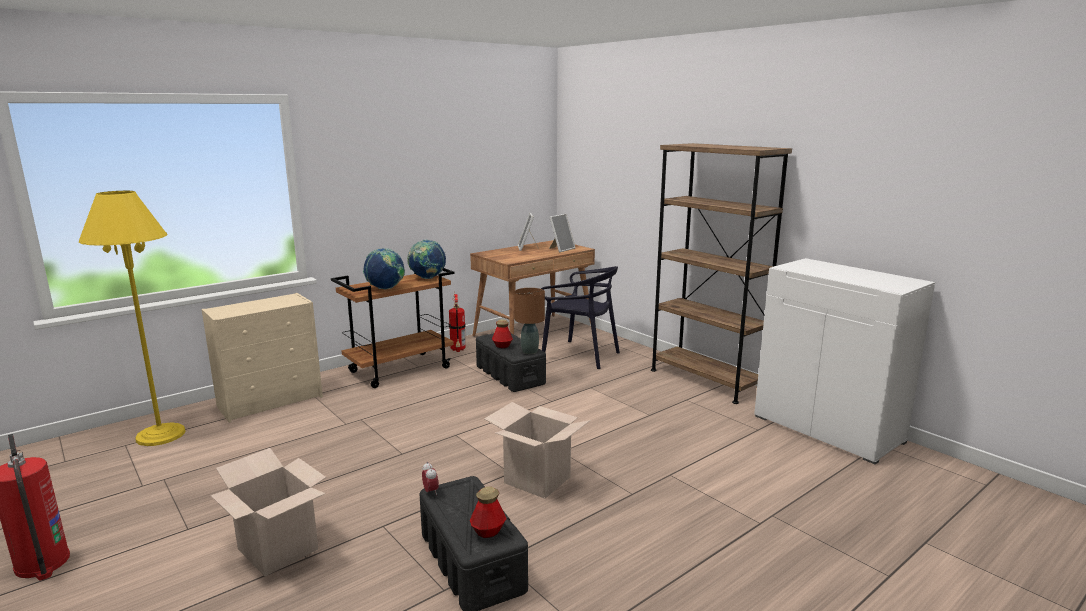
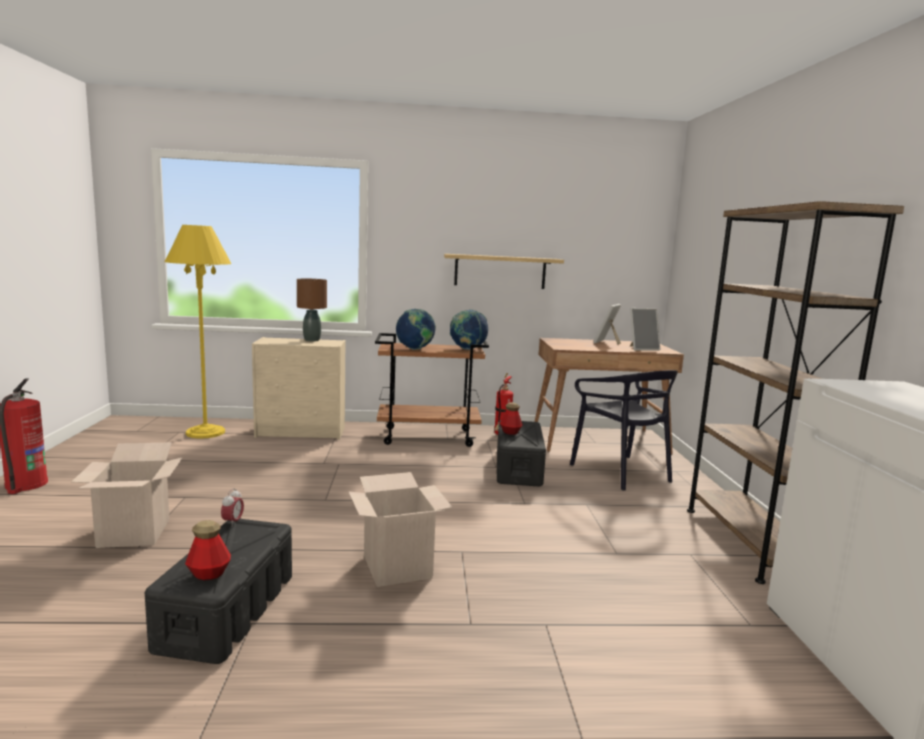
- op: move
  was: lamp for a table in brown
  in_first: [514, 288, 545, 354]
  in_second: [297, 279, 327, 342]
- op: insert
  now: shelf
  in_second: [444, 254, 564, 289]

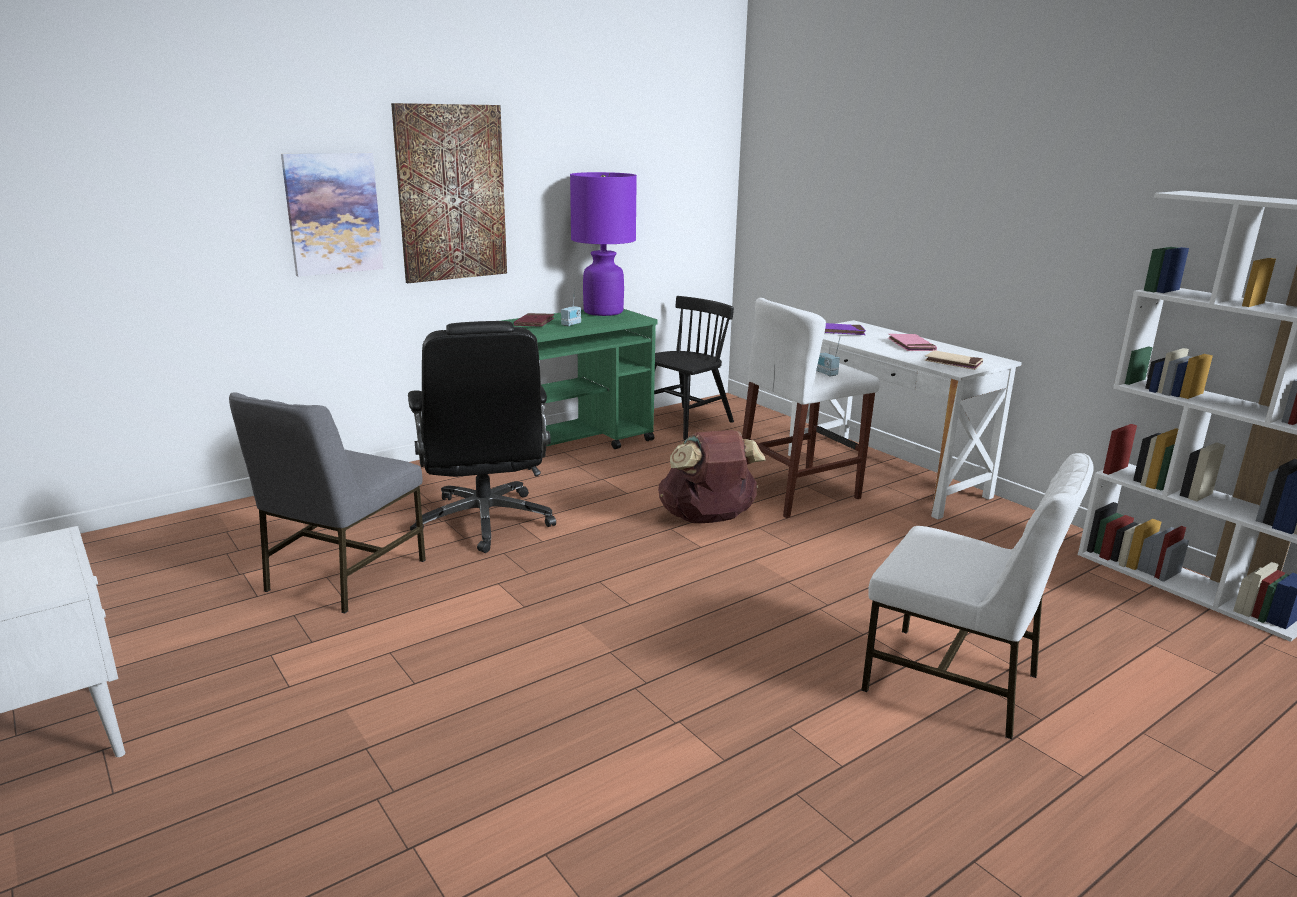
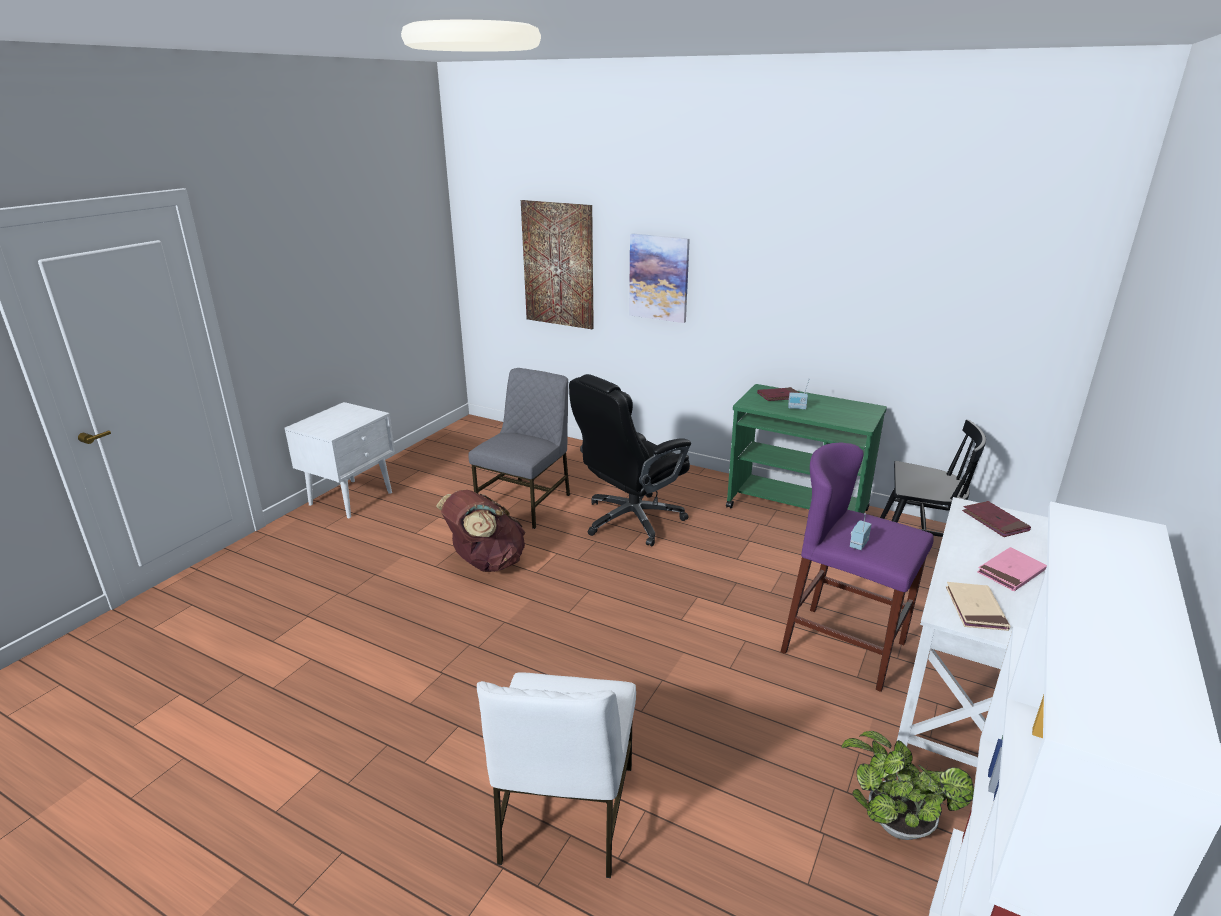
- op: rotate
  was: chair in grey
  in_first: [229, 393, 426, 613]
  in_second: [469, 368, 570, 529]
  clockwise: 120
- op: move
  was: picture
  in_first: [391, 103, 507, 283]
  in_second: [521, 200, 594, 329]
- op: delete
  was: lamp for a table in purple
  in_first: [570, 172, 637, 316]
- op: move
  was: backpack in brown
  in_first: [658, 430, 766, 523]
  in_second: [436, 490, 526, 572]
- op: recolor
  was: stool seat in white
  now: stool seat in purple
  in_first: [742, 298, 880, 518]
  in_second: [781, 442, 934, 692]
- op: recolor
  was: book in purple
  now: book in red
  in_first: [824, 323, 866, 335]
  in_second: [962, 501, 1031, 537]
- op: insert
  now: plant in a pot
  in_second: [841, 731, 974, 840]

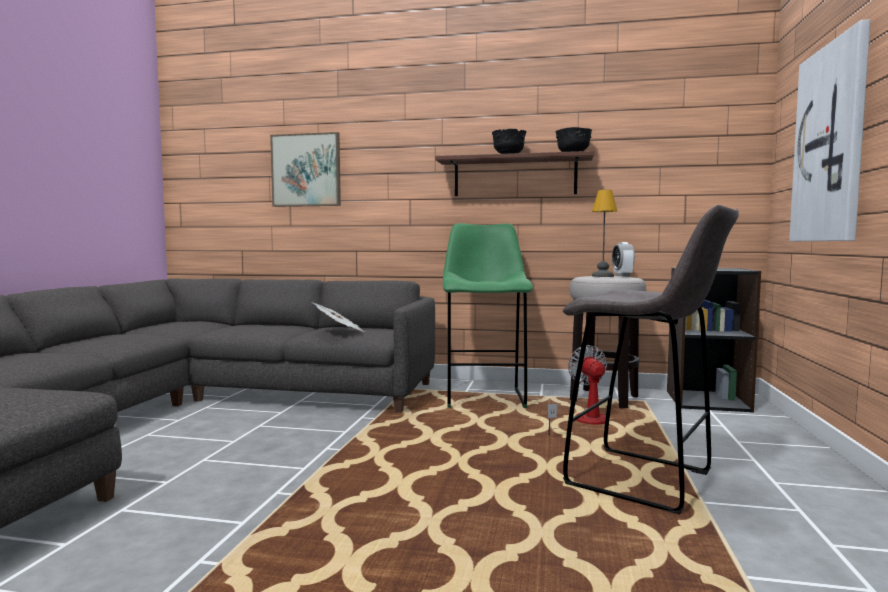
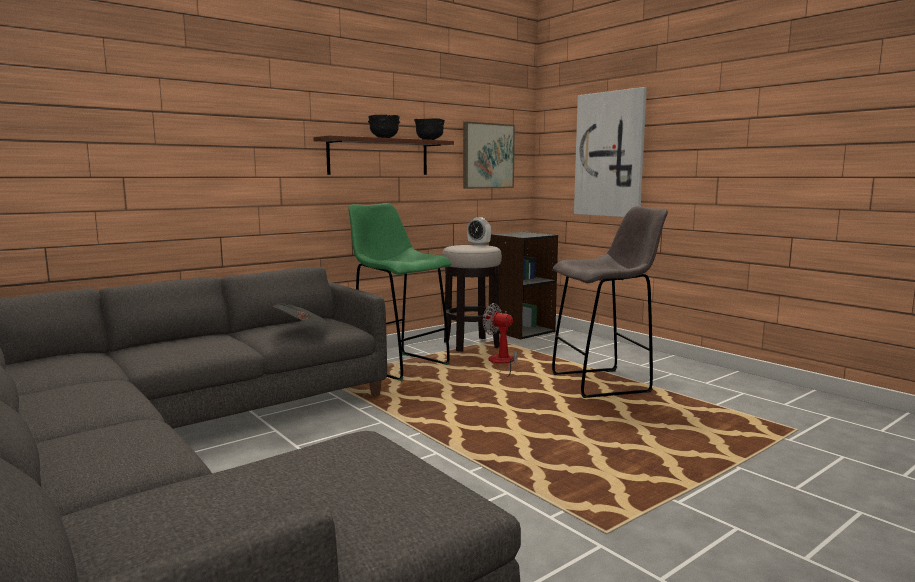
- op: move
  was: picture
  in_first: [270, 132, 341, 207]
  in_second: [463, 122, 515, 189]
- op: delete
  was: lamp for a table
  in_first: [592, 190, 617, 277]

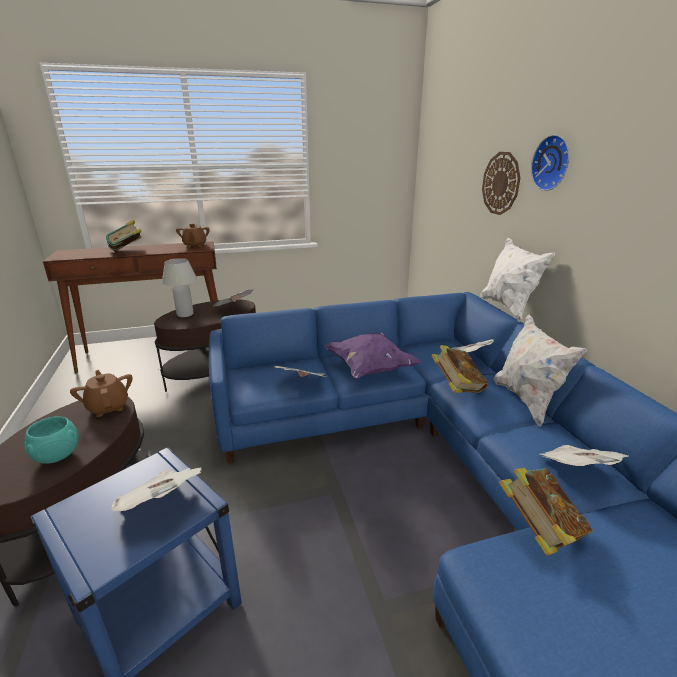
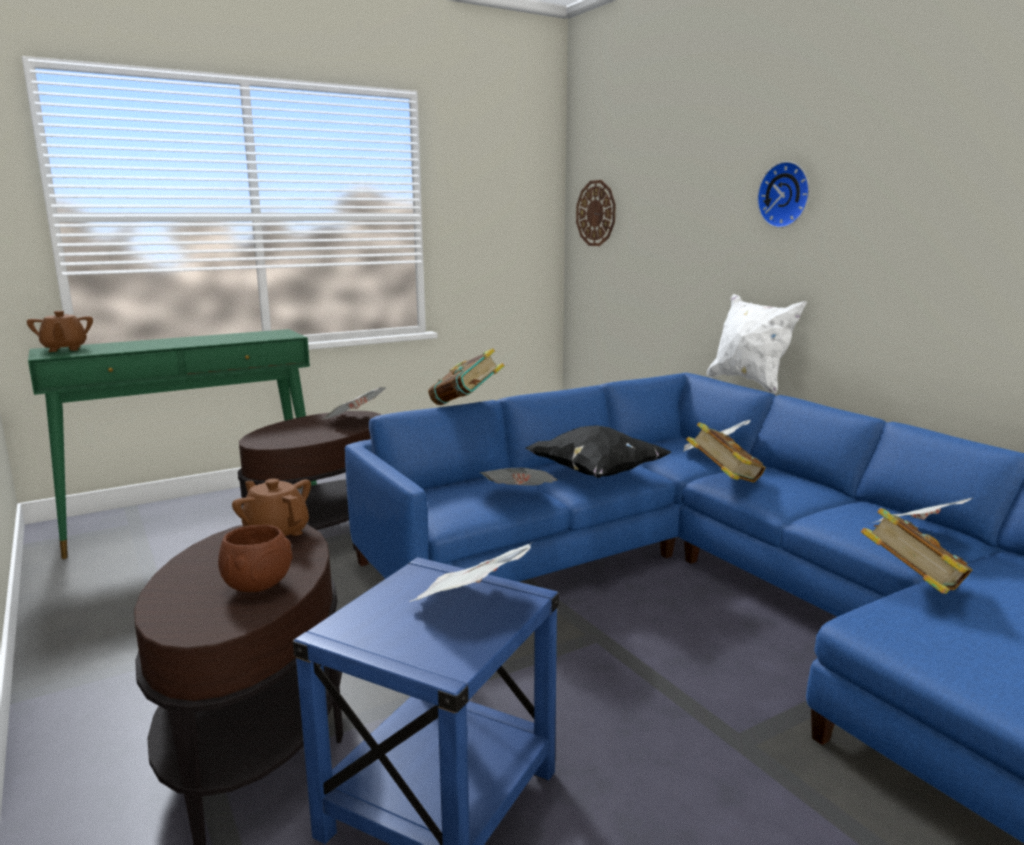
- op: recolor
  was: deep dish in turquoise-coloured
  now: deep dish in brown
  in_first: [24, 416, 79, 464]
  in_second: [218, 525, 292, 592]
- op: recolor
  was: narrow table in brown
  now: narrow table in green-coloured
  in_first: [43, 241, 218, 373]
  in_second: [28, 329, 317, 559]
- op: move
  was: book
  in_first: [106, 220, 141, 251]
  in_second: [428, 348, 504, 405]
- op: delete
  was: lamp for a table in white
  in_first: [162, 258, 197, 317]
- op: move
  was: teapot in brown
  in_first: [176, 224, 210, 248]
  in_second: [27, 311, 93, 352]
- op: recolor
  was: cushion in purple
  now: cushion in black
  in_first: [324, 332, 421, 379]
  in_second: [525, 425, 672, 478]
- op: move
  was: wall clock
  in_first: [482, 152, 520, 215]
  in_second: [576, 180, 616, 246]
- op: delete
  was: cushion in white
  in_first: [494, 315, 587, 427]

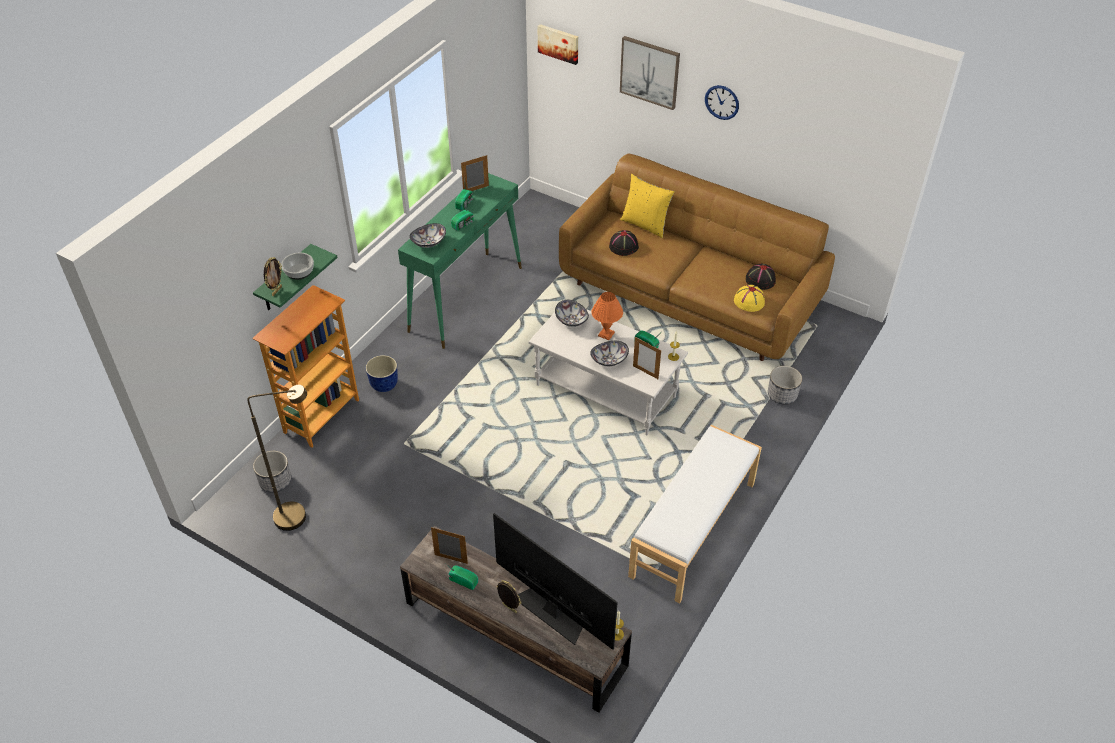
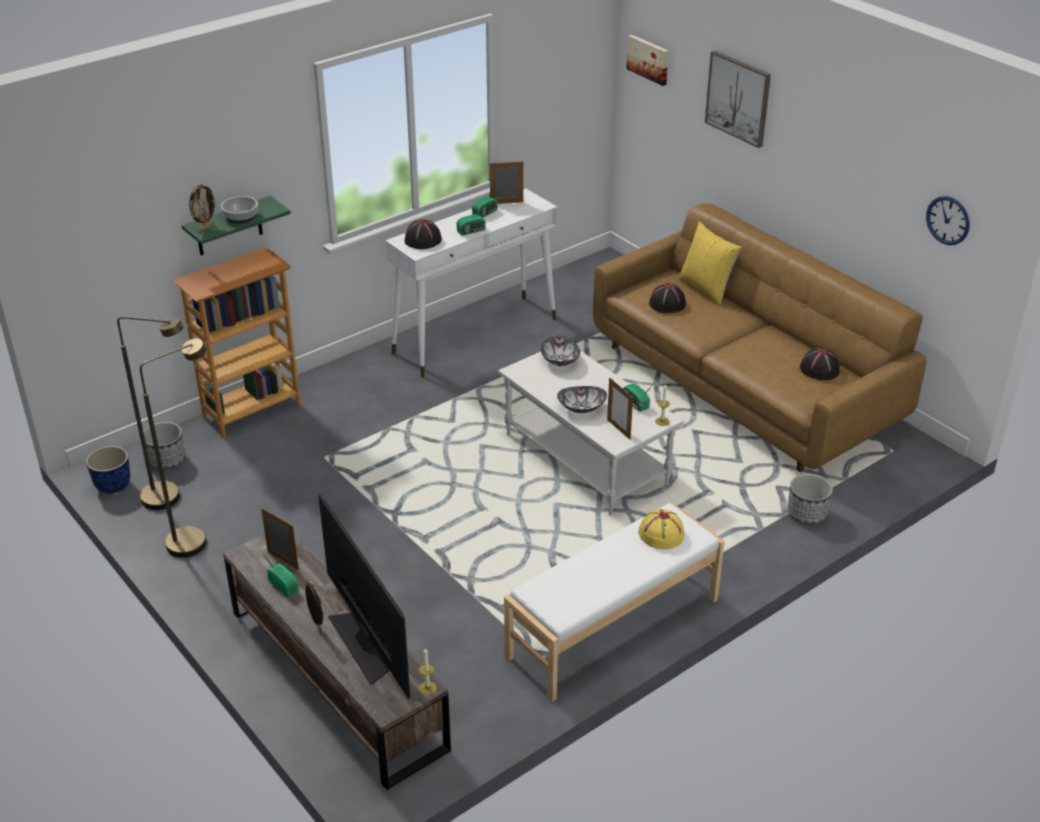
- op: move
  was: plant pot
  in_first: [366, 355, 398, 392]
  in_second: [86, 446, 130, 494]
- op: recolor
  was: narrow table in green-coloured
  now: narrow table in white
  in_first: [398, 173, 522, 349]
  in_second: [385, 189, 557, 377]
- op: replace
  was: deep dish
  now: hat in black
  in_first: [409, 223, 446, 248]
  in_second: [404, 219, 442, 249]
- op: delete
  was: lamp for a table in orange
  in_first: [591, 292, 623, 340]
- op: move
  was: wall clock
  in_first: [705, 85, 739, 120]
  in_second: [926, 196, 970, 245]
- op: move
  was: hat in yellowish
  in_first: [734, 285, 765, 312]
  in_second: [638, 509, 684, 549]
- op: insert
  now: standing lamp in brown
  in_second: [140, 338, 207, 558]

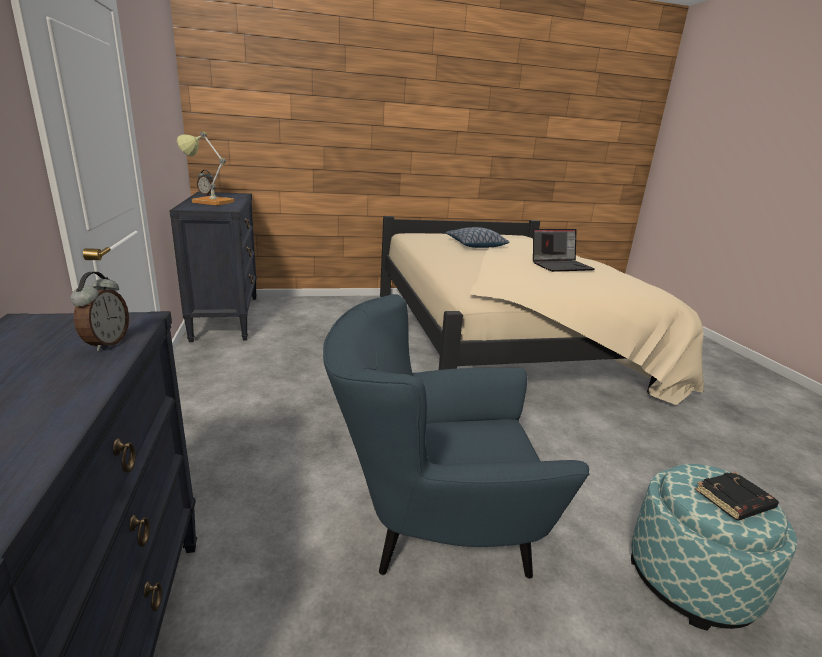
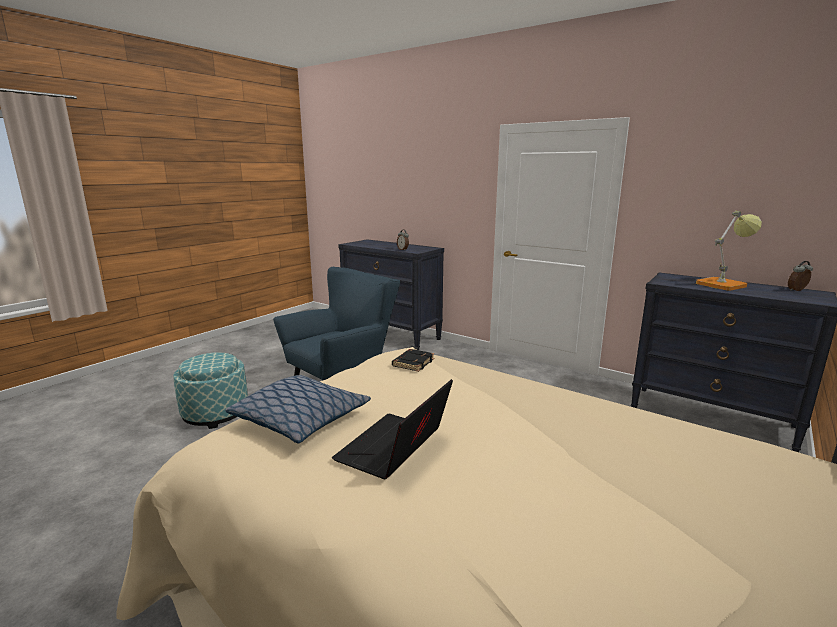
- op: move
  was: cushion
  in_first: [446, 227, 510, 248]
  in_second: [225, 375, 371, 443]
- op: move
  was: book in black
  in_first: [695, 472, 779, 521]
  in_second: [392, 349, 434, 372]

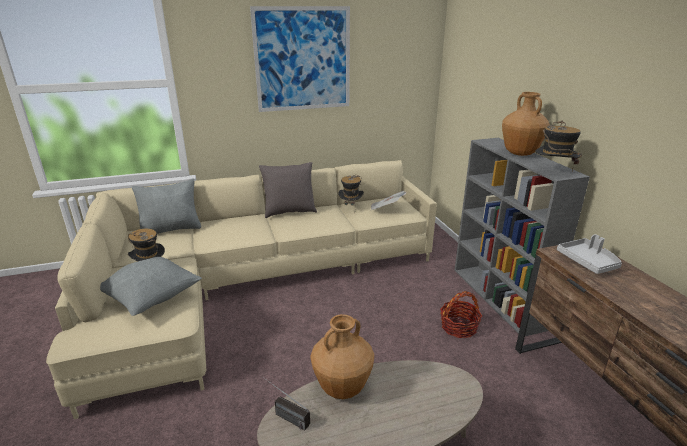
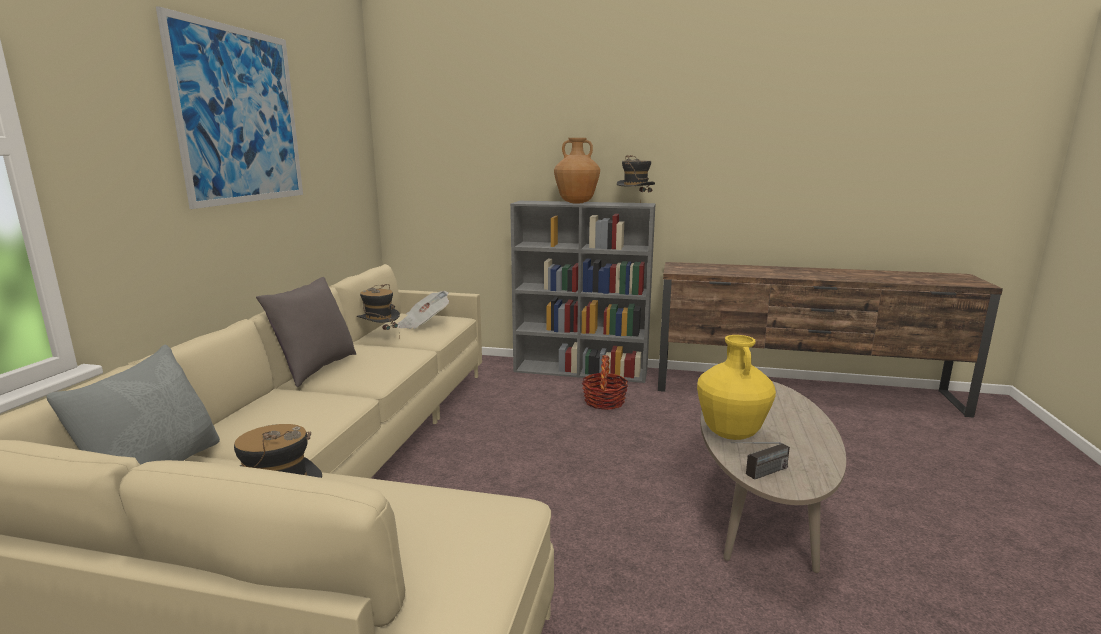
- op: delete
  was: cushion in grey
  in_first: [100, 257, 202, 316]
- op: recolor
  was: flower vase in brown
  now: flower vase in yellowish
  in_first: [311, 314, 374, 399]
  in_second: [697, 335, 776, 440]
- op: delete
  was: tray in grey
  in_first: [557, 234, 622, 274]

